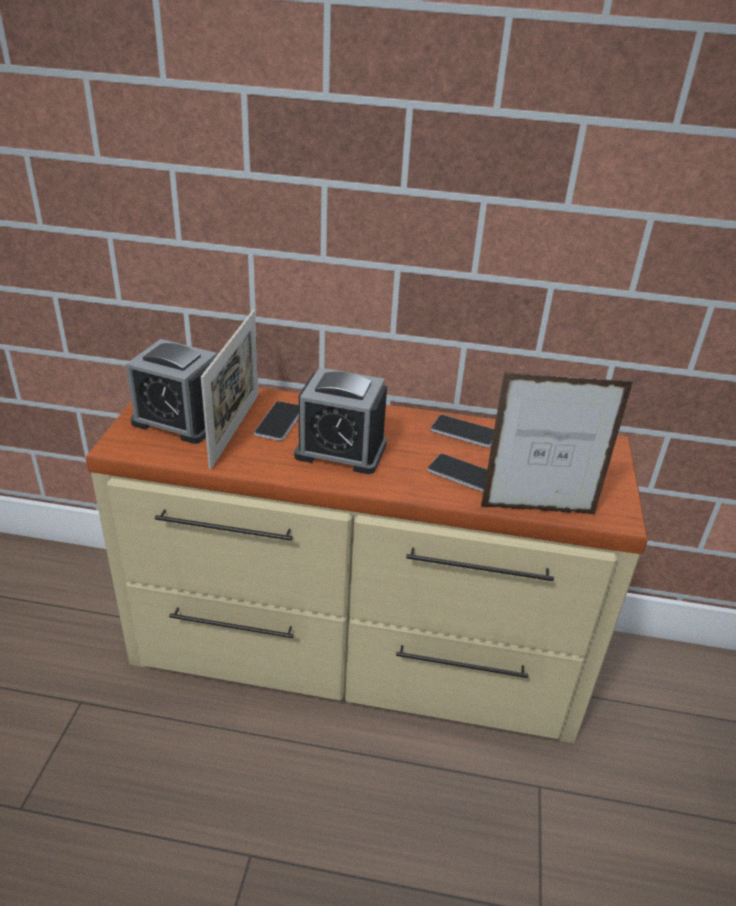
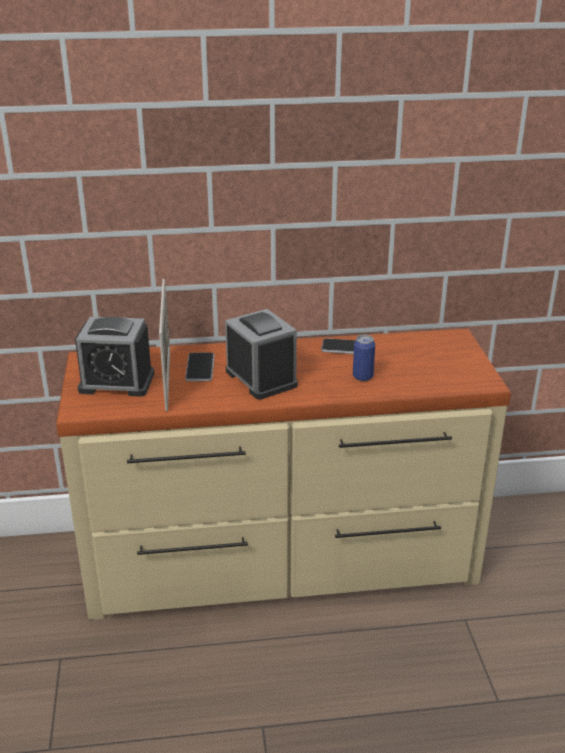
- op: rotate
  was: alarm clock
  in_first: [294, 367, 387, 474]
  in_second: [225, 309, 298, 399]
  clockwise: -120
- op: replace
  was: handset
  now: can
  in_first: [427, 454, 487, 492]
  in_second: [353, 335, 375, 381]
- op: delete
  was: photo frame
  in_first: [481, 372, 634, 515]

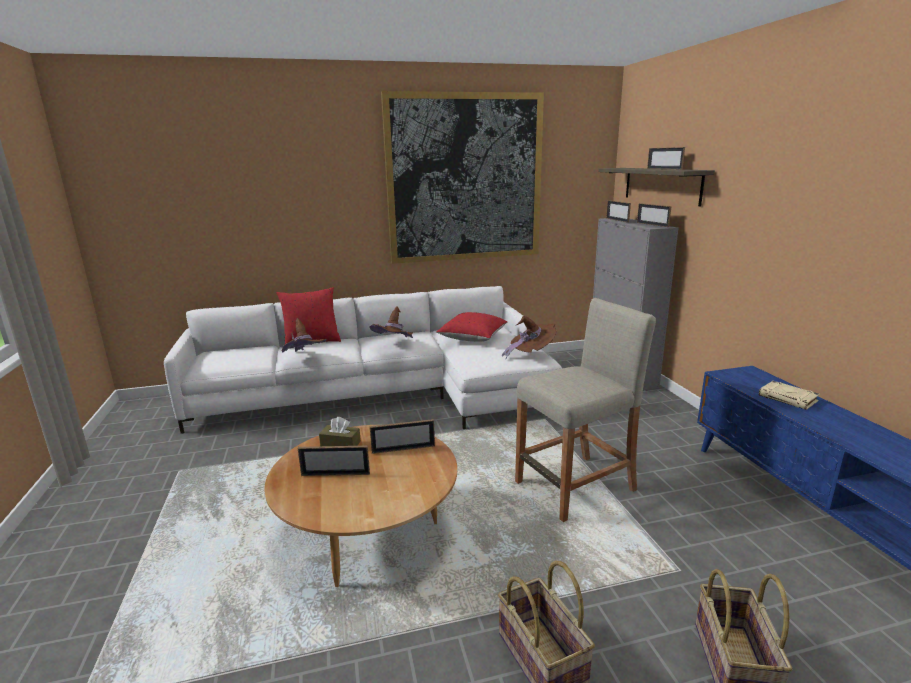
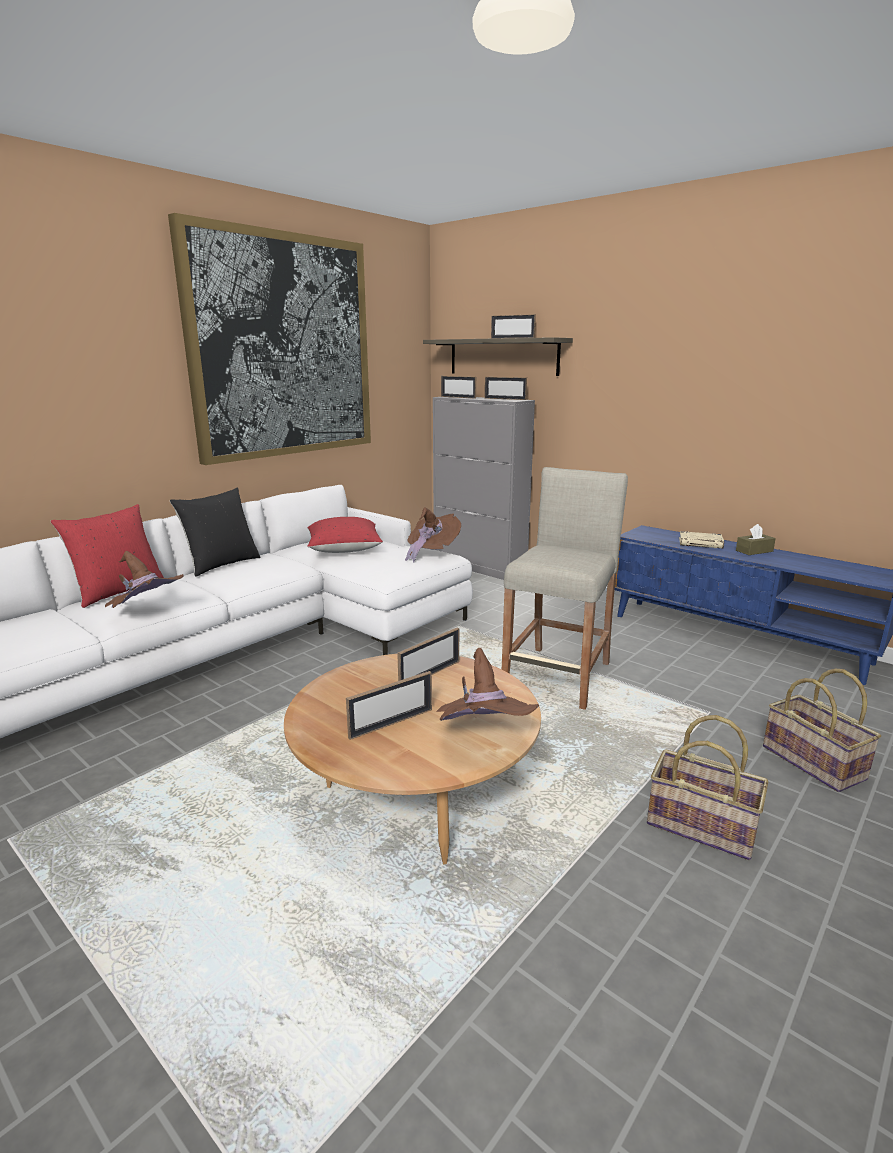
- op: move
  was: box of tissues in brown
  in_first: [319, 417, 361, 446]
  in_second: [736, 524, 776, 555]
- op: move
  was: hat in brown
  in_first: [369, 306, 413, 338]
  in_second: [436, 648, 539, 721]
- op: insert
  now: cushion in black
  in_second: [170, 487, 260, 577]

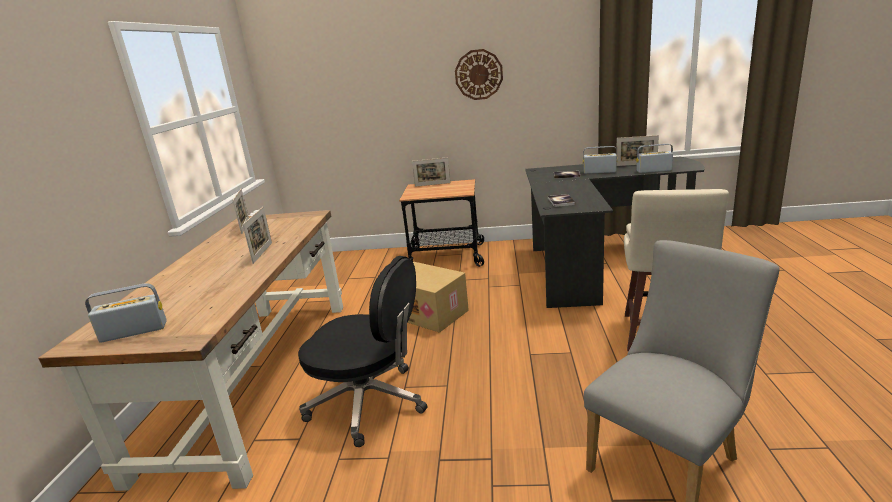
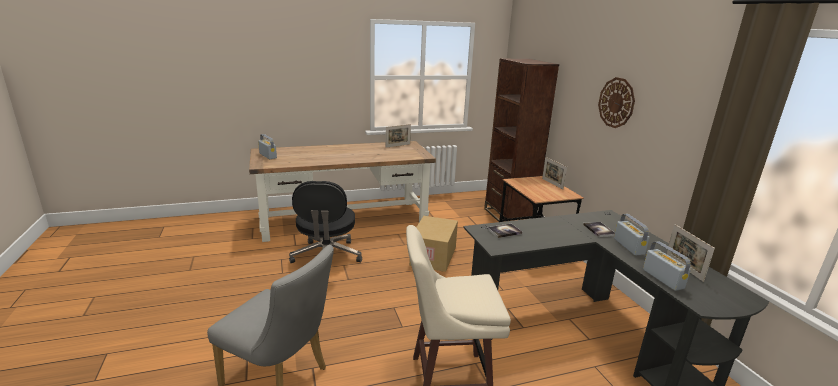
- op: delete
  was: photo frame
  in_first: [242, 207, 272, 264]
- op: insert
  now: bookshelf in brown
  in_second: [484, 58, 559, 222]

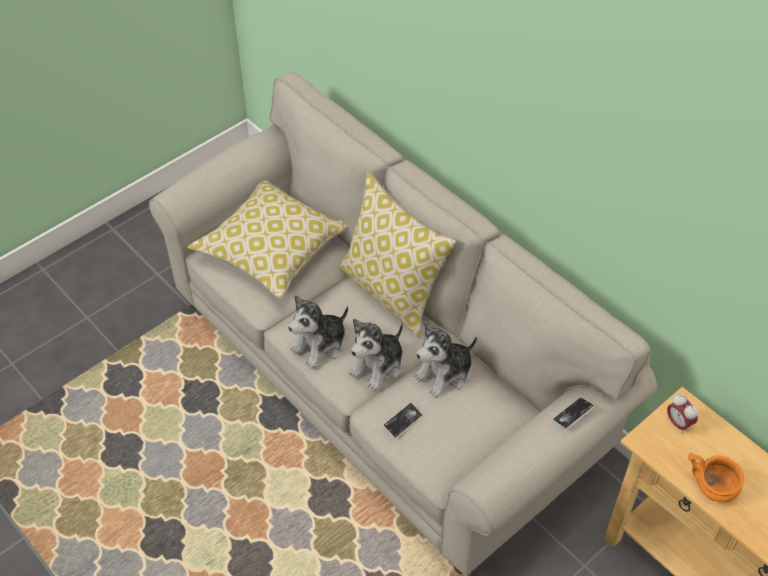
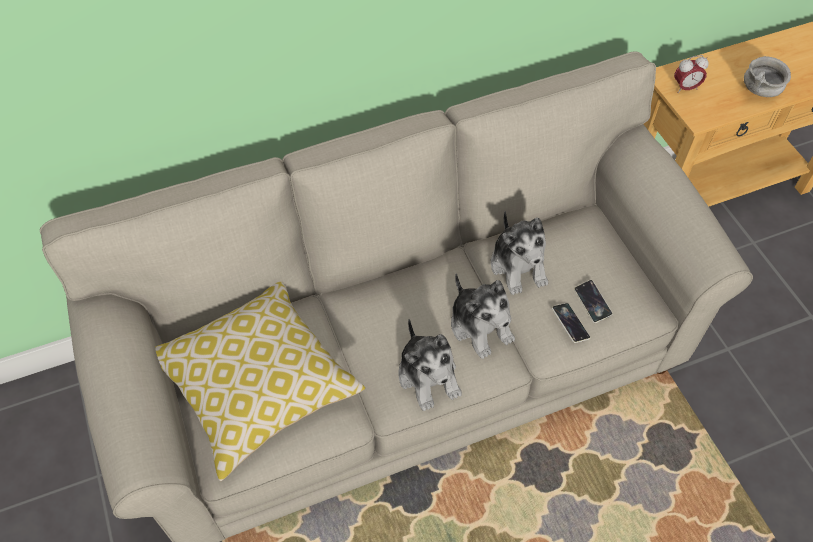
- op: delete
  was: cushion
  in_first: [339, 172, 456, 338]
- op: move
  was: handset
  in_first: [553, 397, 594, 429]
  in_second: [574, 280, 613, 323]
- op: recolor
  was: deep dish in orange
  now: deep dish in grey
  in_first: [688, 453, 744, 502]
  in_second: [744, 56, 791, 97]

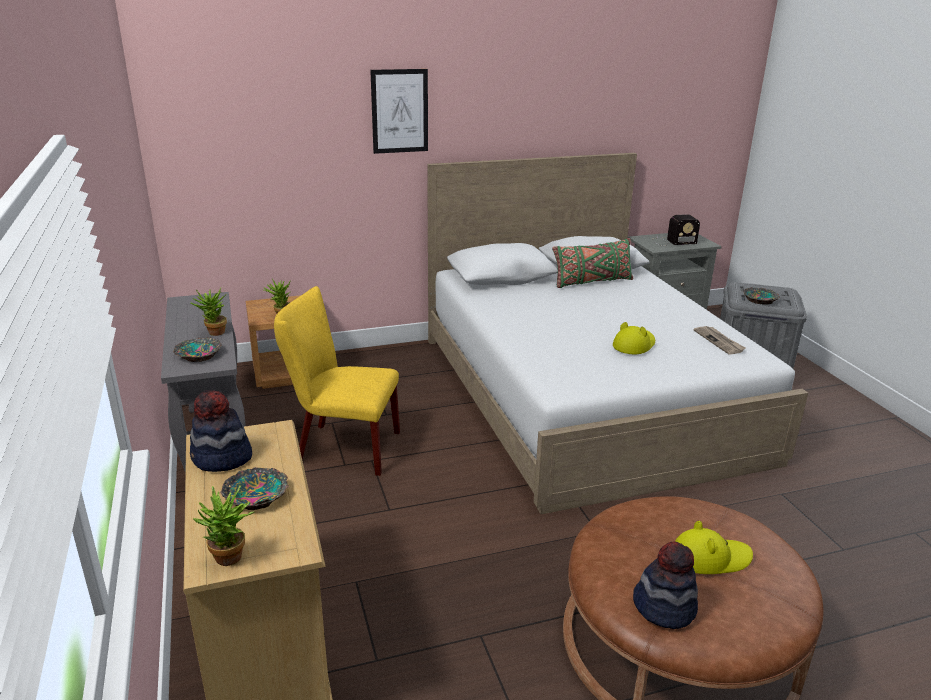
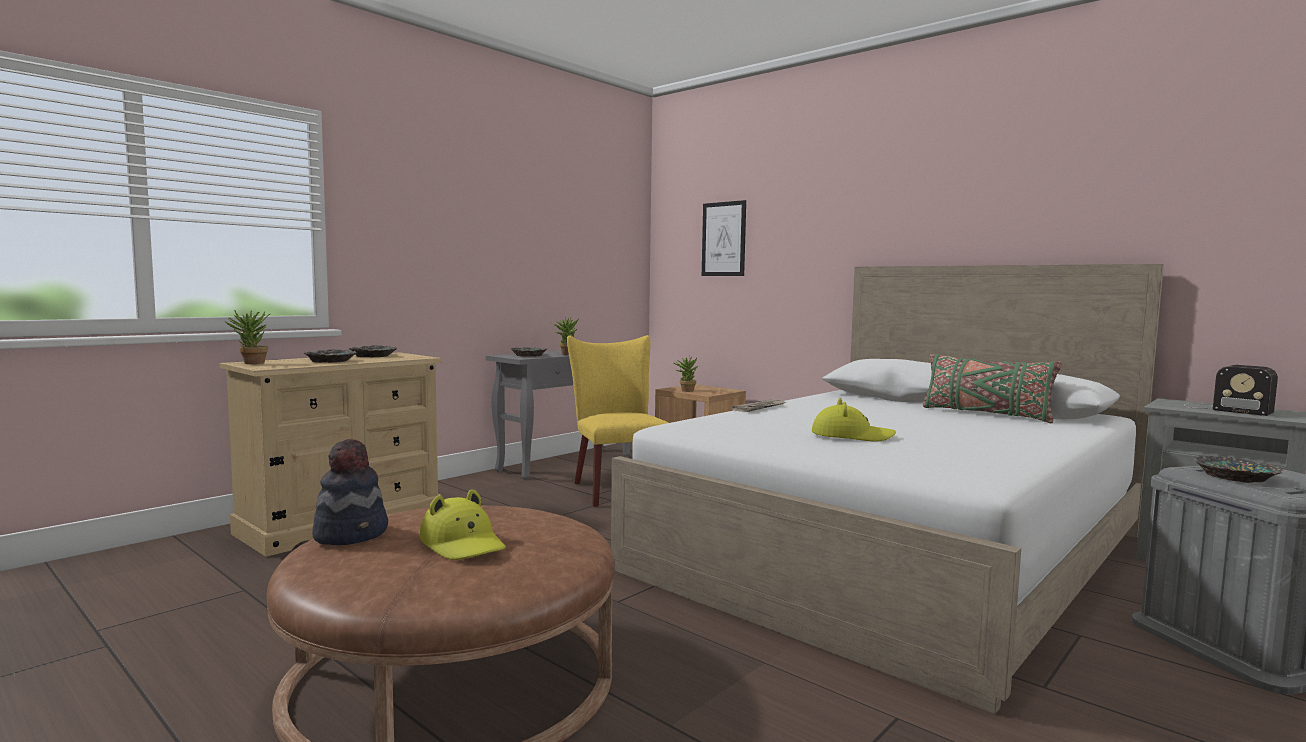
- op: replace
  was: hat
  now: deep dish
  in_first: [190, 390, 252, 472]
  in_second: [349, 345, 397, 357]
- op: move
  was: picture
  in_first: [370, 69, 428, 154]
  in_second: [702, 200, 746, 276]
- op: move
  was: newspaper
  in_first: [693, 326, 746, 355]
  in_second: [732, 399, 787, 412]

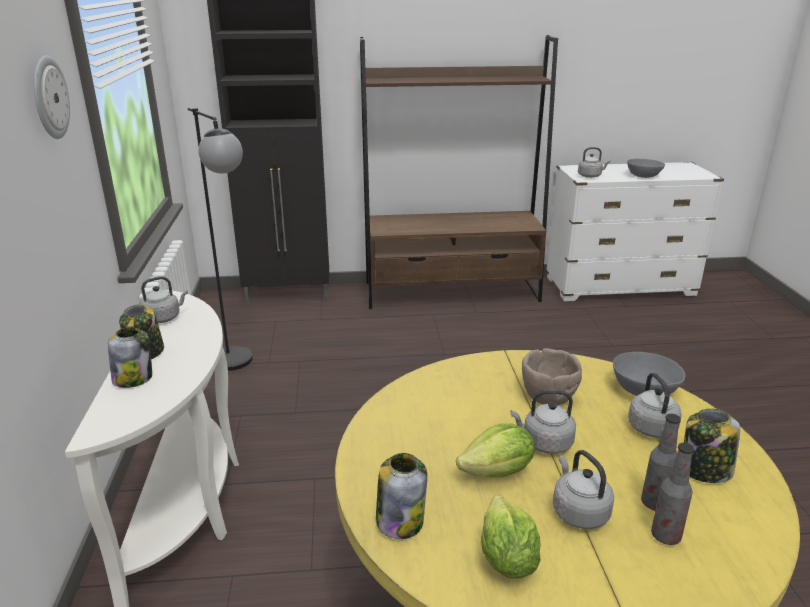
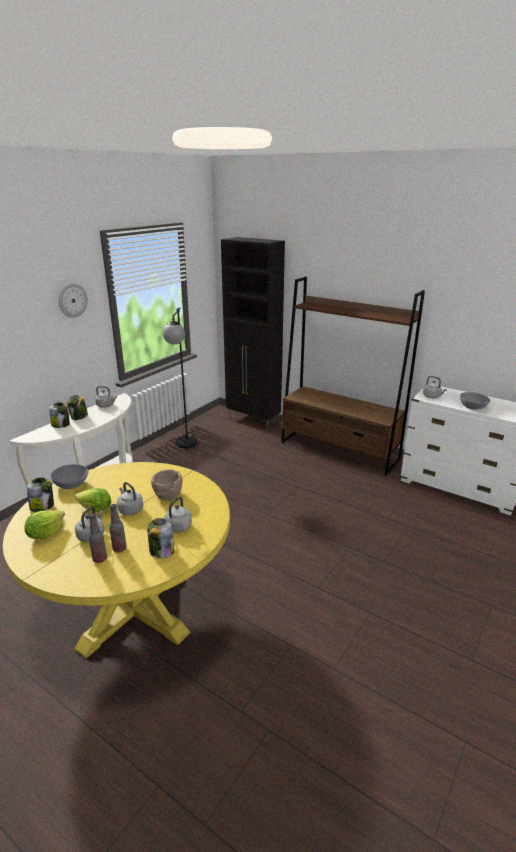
- op: move
  was: deep dish in grey
  in_first: [613, 352, 685, 396]
  in_second: [51, 464, 88, 489]

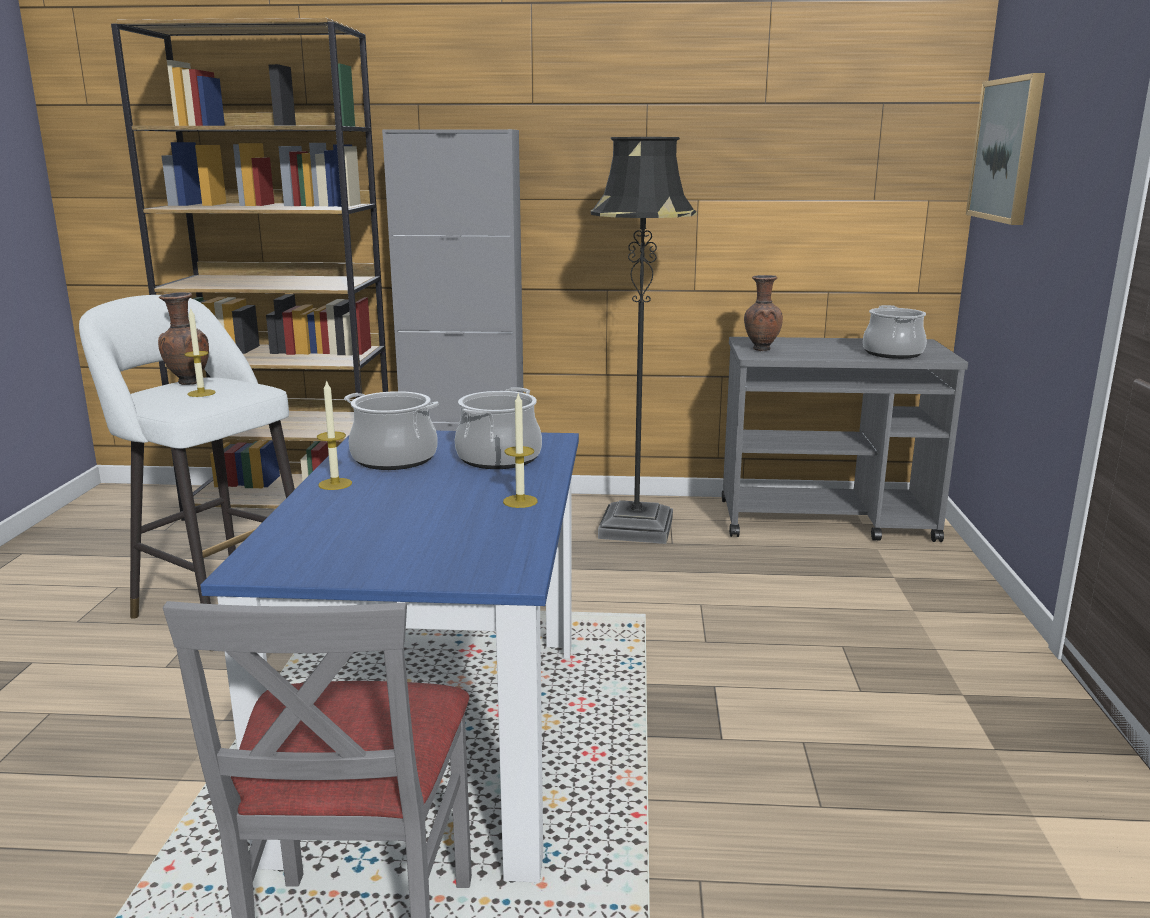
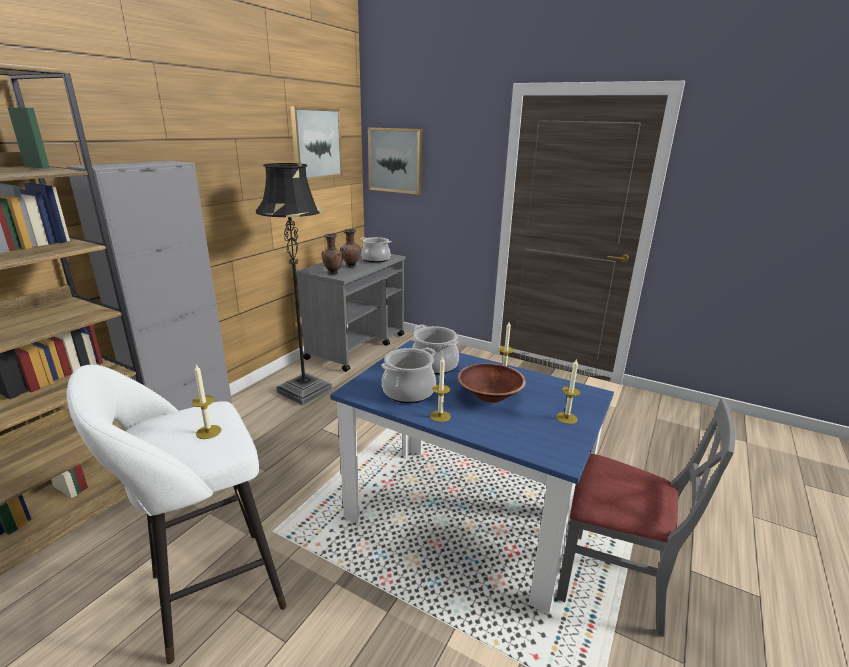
- op: move
  was: flower vase in brown
  in_first: [158, 292, 209, 385]
  in_second: [340, 229, 361, 268]
- op: insert
  now: picture
  in_second: [290, 106, 343, 181]
- op: insert
  now: deep dish in brown
  in_second: [458, 363, 526, 403]
- op: insert
  now: wax light
  in_second: [556, 358, 580, 424]

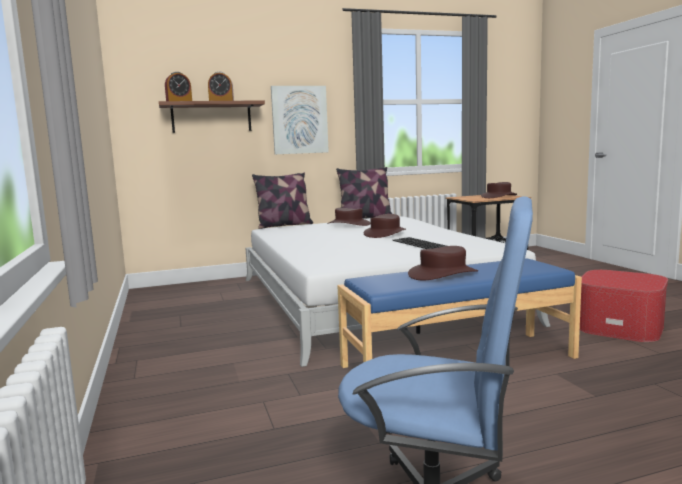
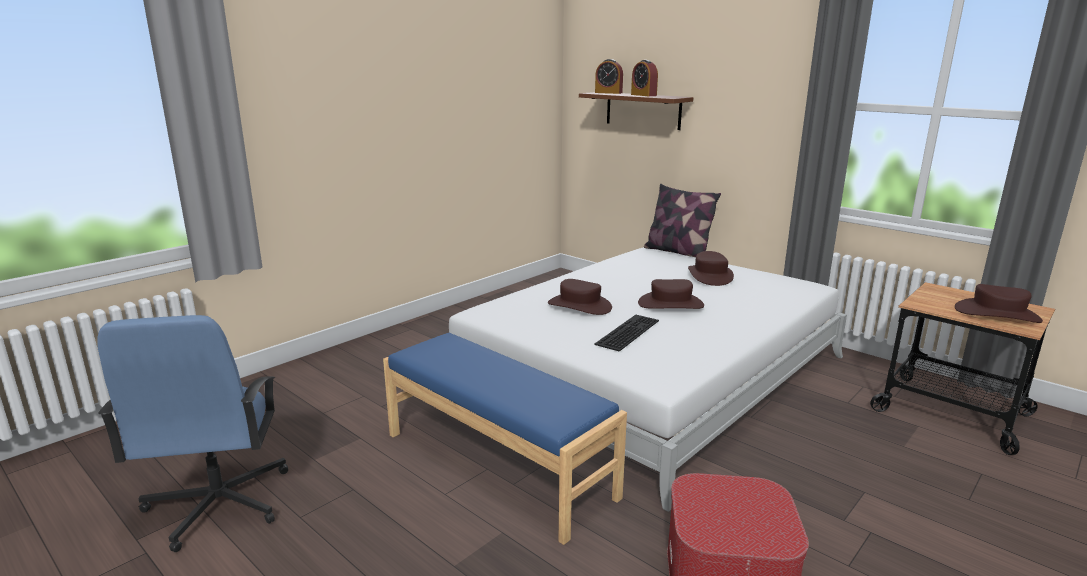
- op: delete
  was: picture
  in_first: [271, 86, 329, 154]
- op: delete
  was: cushion
  in_first: [336, 167, 392, 218]
- op: move
  was: hat in brown
  in_first: [408, 246, 478, 280]
  in_second: [548, 279, 612, 315]

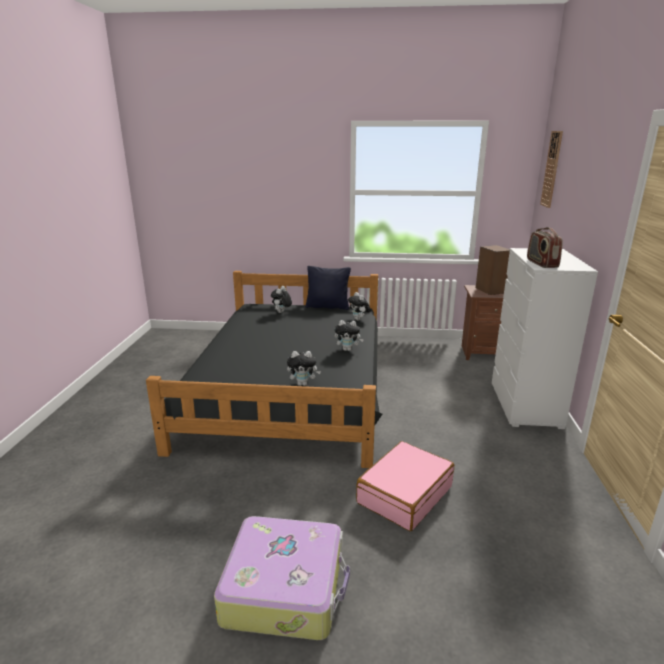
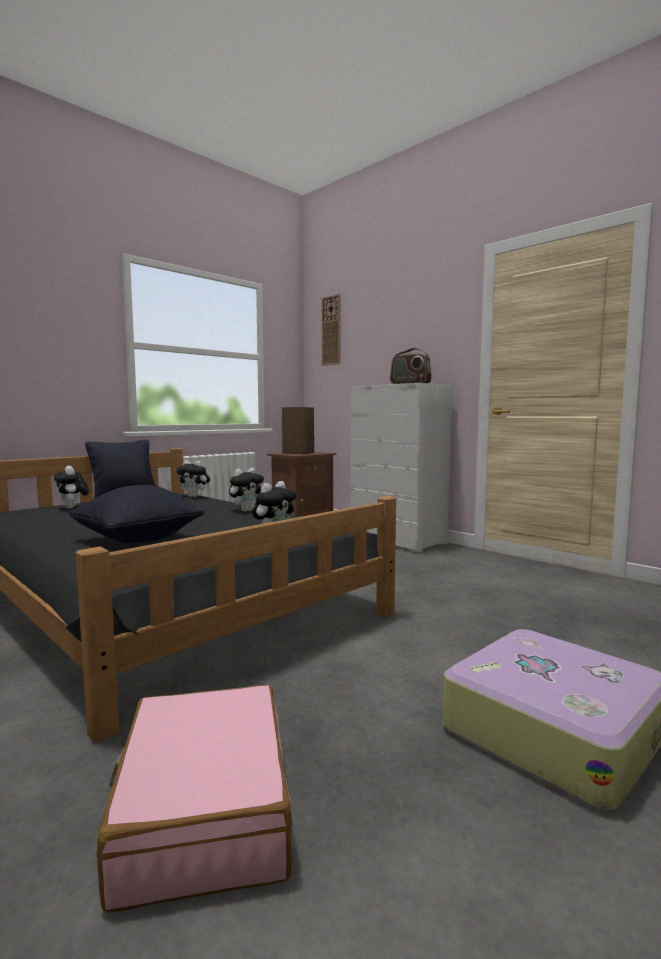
- op: move
  was: suitcase in pink
  in_first: [356, 441, 454, 531]
  in_second: [97, 685, 292, 913]
- op: insert
  now: cushion in black
  in_second: [69, 485, 204, 543]

